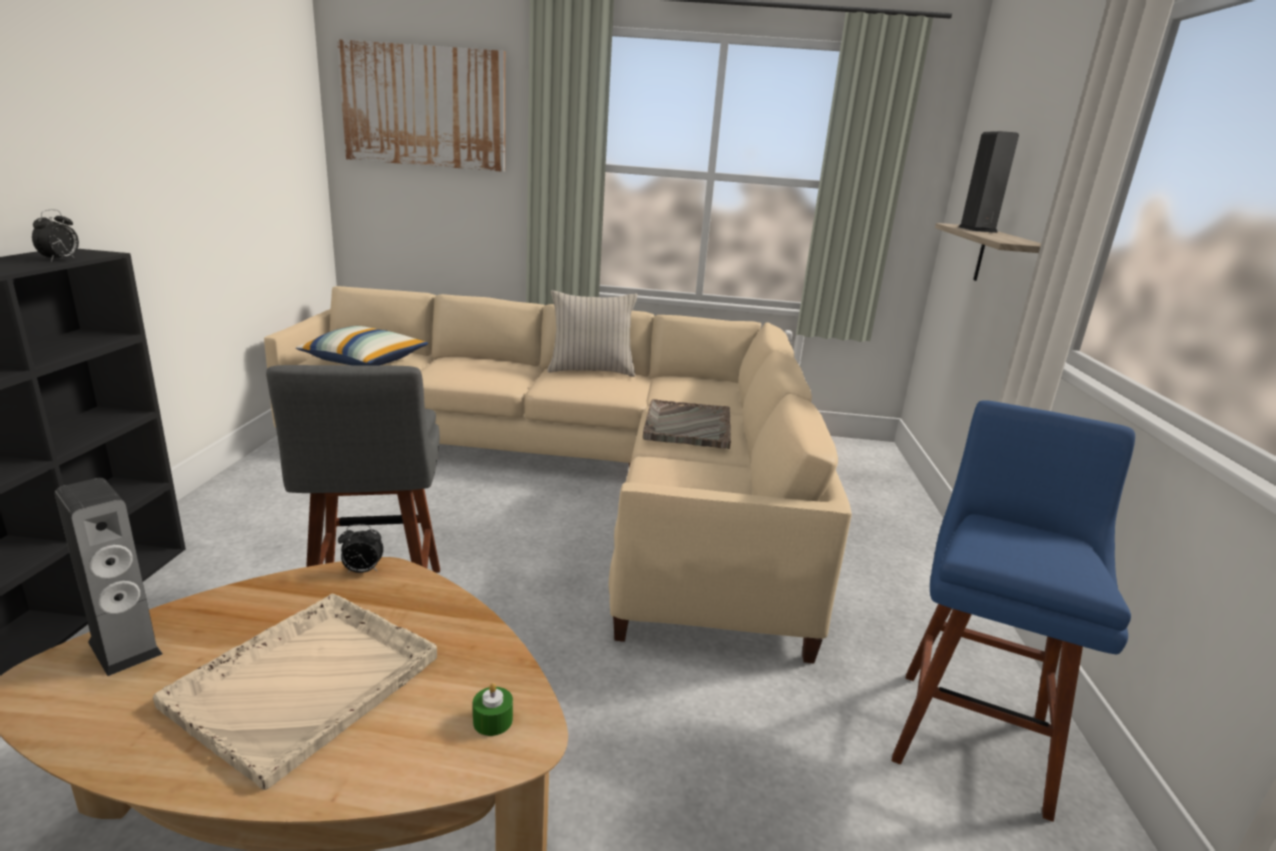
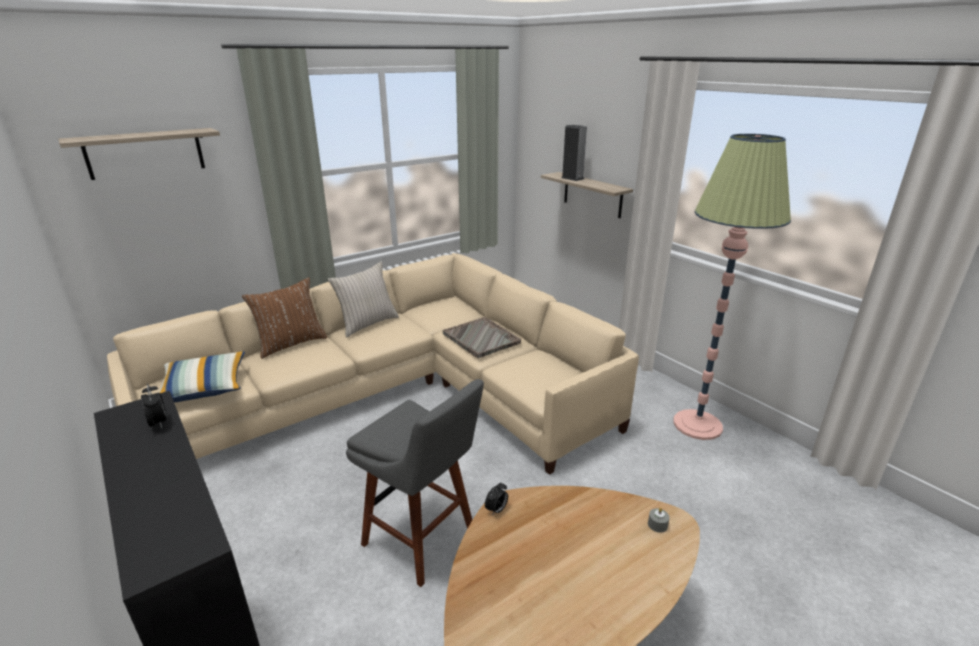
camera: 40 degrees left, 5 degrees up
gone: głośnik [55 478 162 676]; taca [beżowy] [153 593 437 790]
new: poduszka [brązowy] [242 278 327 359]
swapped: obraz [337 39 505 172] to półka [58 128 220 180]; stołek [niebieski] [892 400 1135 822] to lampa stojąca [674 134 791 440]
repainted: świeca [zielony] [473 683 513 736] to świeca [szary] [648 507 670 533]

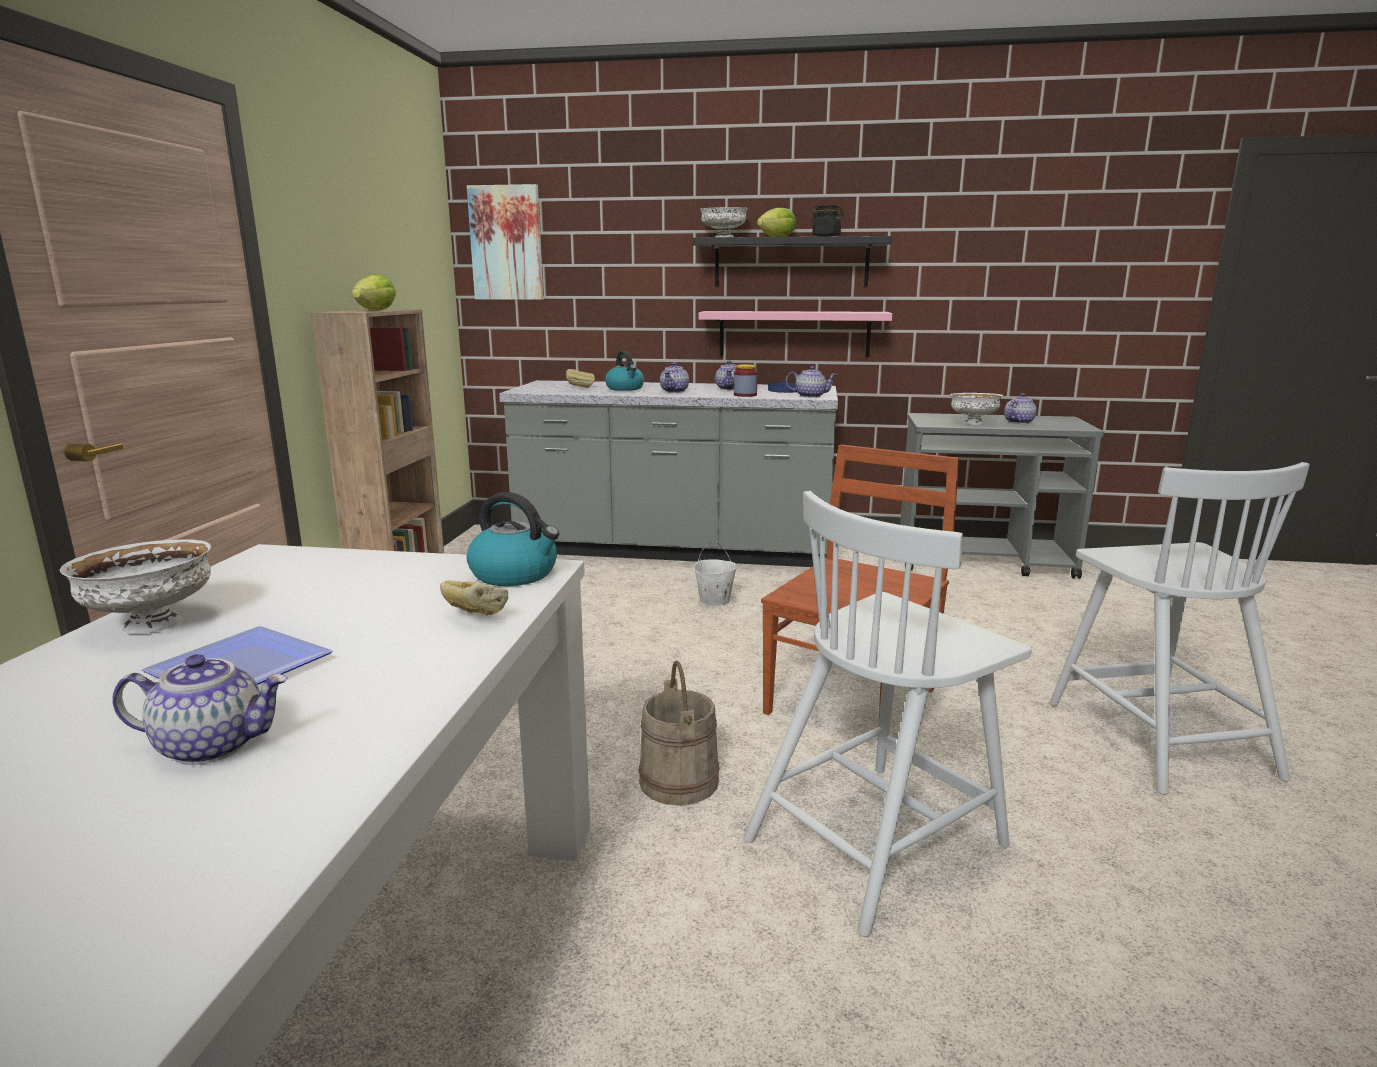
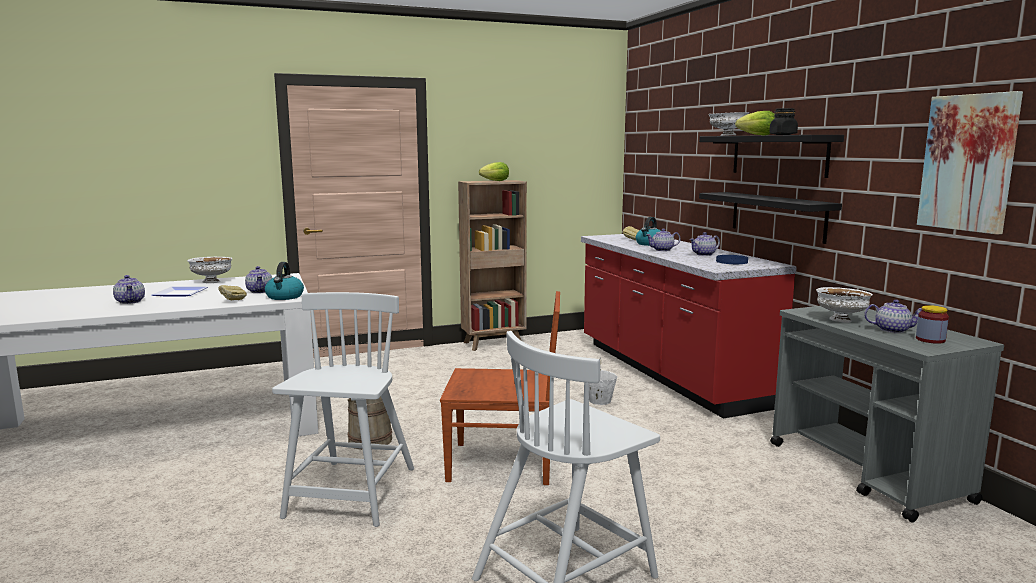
camera: 60 degrees right, 5 degrees down
shifted: imbryk [785 366 837 398] to [245 266 272 293]; słoik [734 364 758 397] to [916 305 949 344]; obraz [467 184 544 300] to [917 91 1023 235]
repainted: zabudowa kuchenna [szary] [499 380 838 567] to zabudowa kuchenna [czerwony] [581 234 797 419]; półka [różowy] [699 311 892 357] to półka [czarny] [699 192 842 244]
rotated: krzesło [biały] [743 491 1031 937] = [272 292 414 527] 75 degrees clockwise

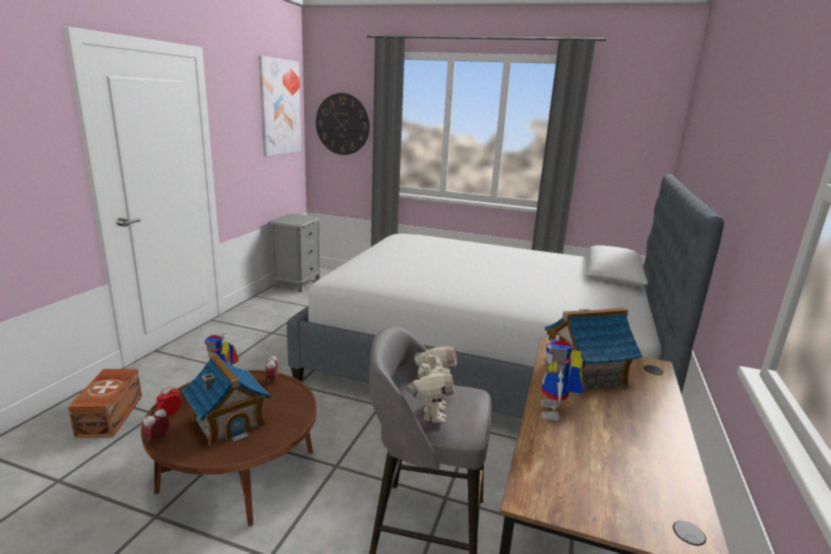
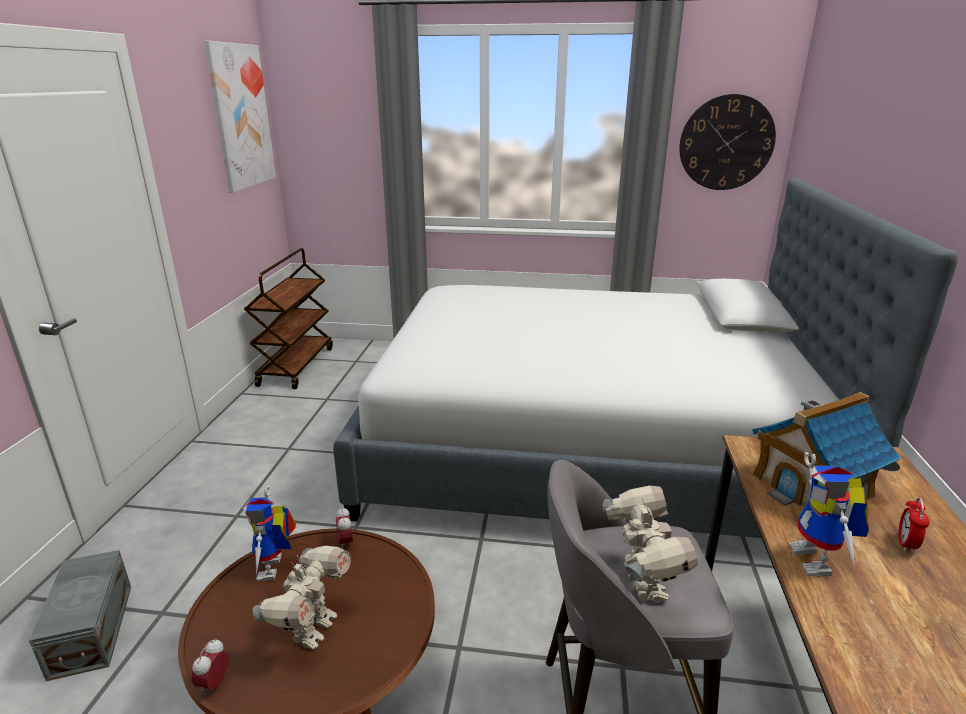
camera: 10 degrees left, 5 degrees up
shifted: zegar ścienny [316 93 370 155] to [679 94 776 190]; budzik [156 386 182 417] to [899 497 930 553]
swapped: szafka nocna [szary] [268 213 321 293] to wózek [brązowy] [244 248 333 389]; domek [182 353 270 446] to robot zabawkowy [253 546 351 649]
repainted: pojemnik do przechowywania [brązowy] [68 369 142 438] to pojemnik do przechowywania [szary] [29 550 131 681]

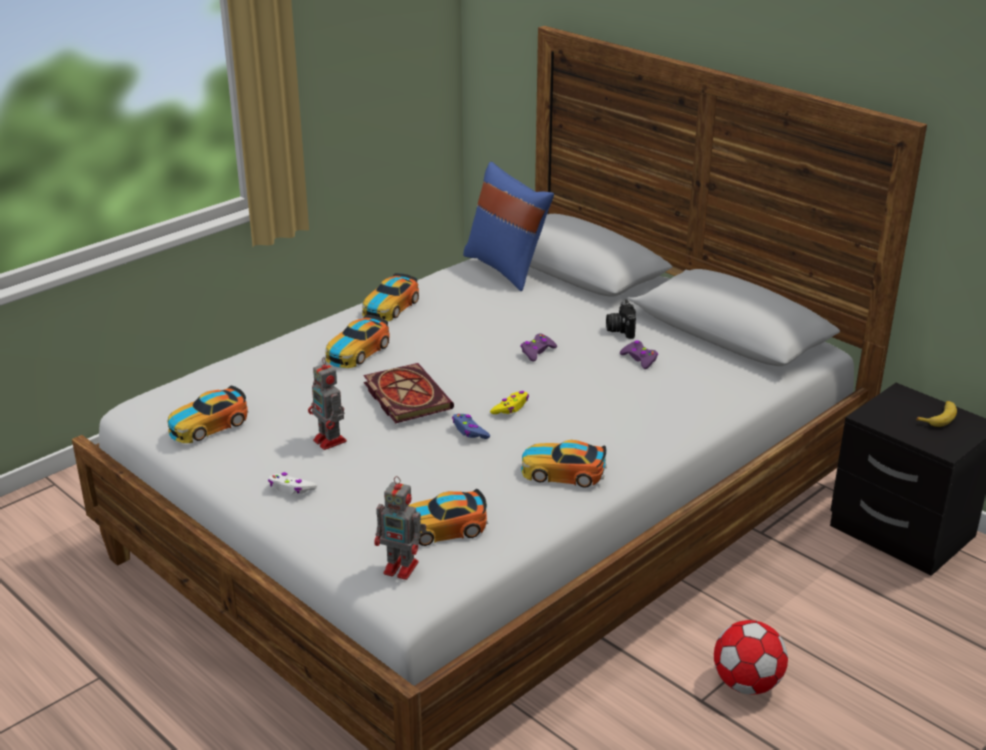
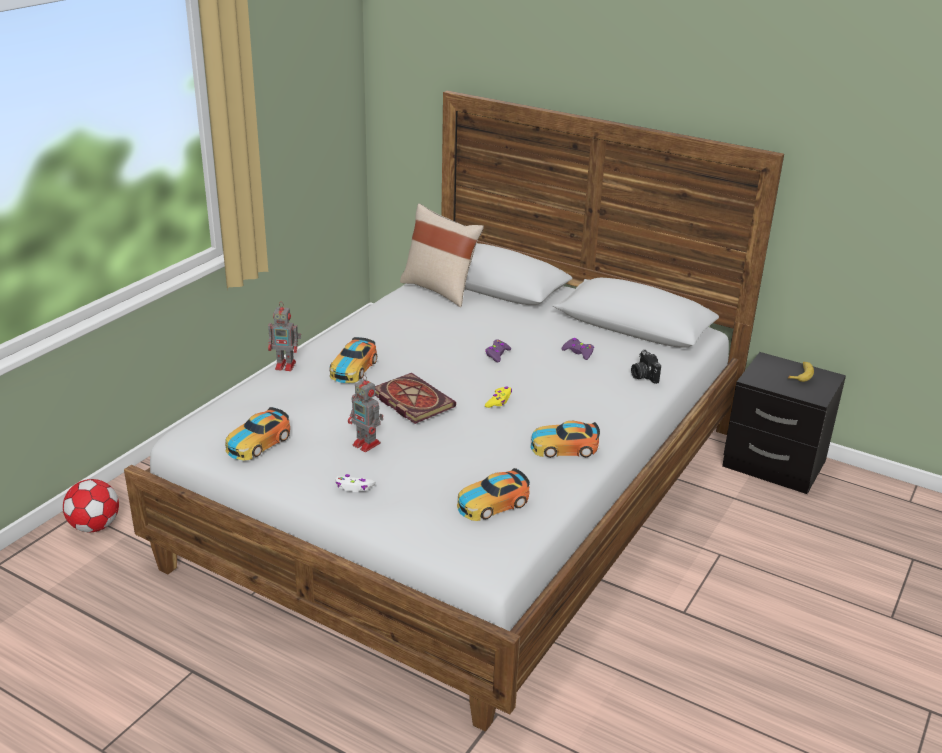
camera: 15 degrees left, 0 degrees up
gone: samochodzik [362 273 419 322]; pad do gier [niebieski] [452 414 490 439]
shifted: piłka futbolowa [714 620 788 695] to [63 479 119 532]; robot zabawkowy [374 476 427 580] to [268 303 301 371]; aparat fotograficzny [606 300 636 339] to [631 350 661 384]
repainted: poduszka [niebieski] [463 162 554 291] to poduszka [beżowy] [400 204 484 307]

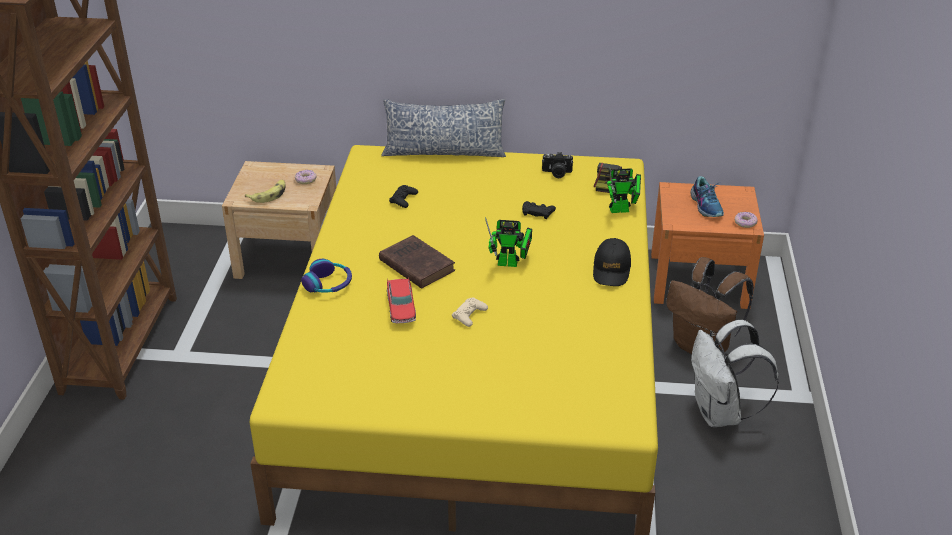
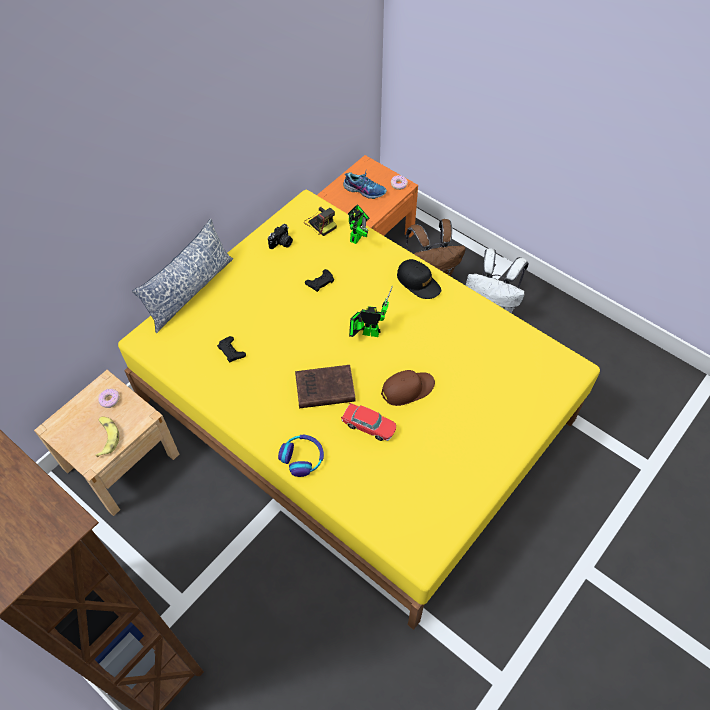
camera: 55 degrees left, 20 degrees up
swapped: pad do gier [beżowy] [452 298 488 327] to czapka z daszkiem [brązowy] [381 370 435 406]
rotated: robot zabawkowy [485 217 532 267] = [349 286 393 337] 120 degrees counterclockwise

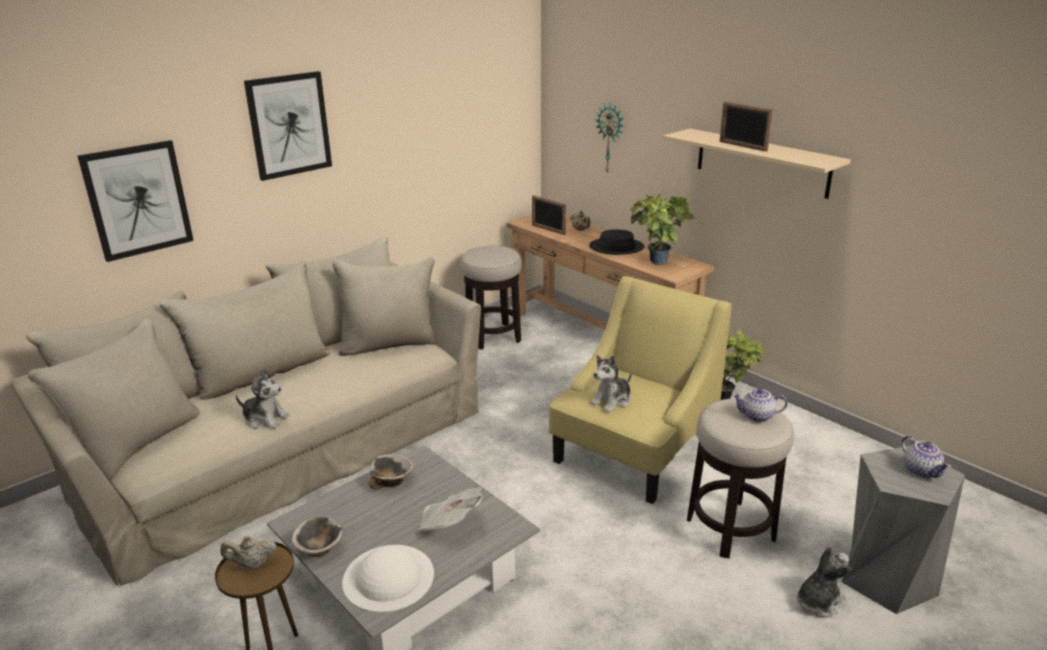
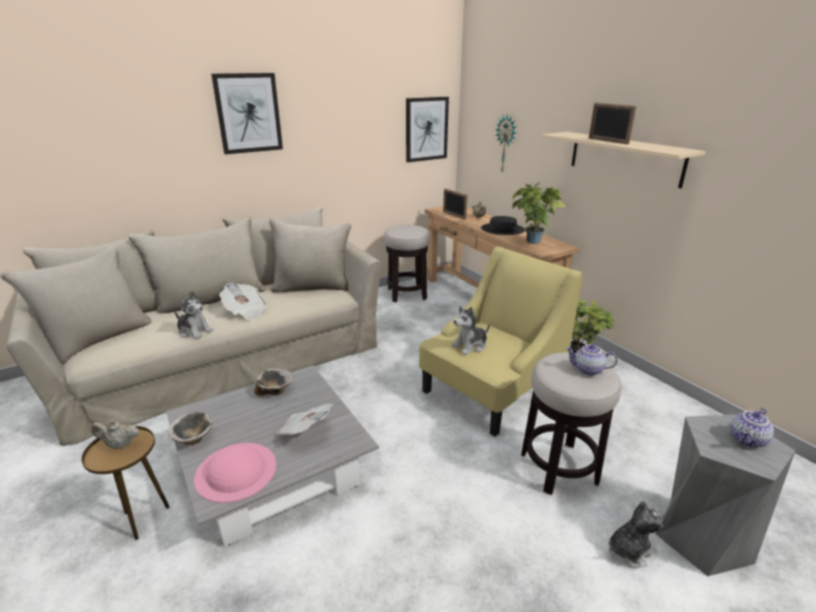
camera: 10 degrees right, 0 degrees up
new: gazeta [219 283 268 321]
shifted: obraz [78 140 194 262] to [406 97 449 162]
repainted: kapelusz [biały] [342 545 434 613] to kapelusz [różowy] [194 443 276 503]
rotated: imbryk [902 435 951 478] = [731 408 774 448] 60 degrees clockwise

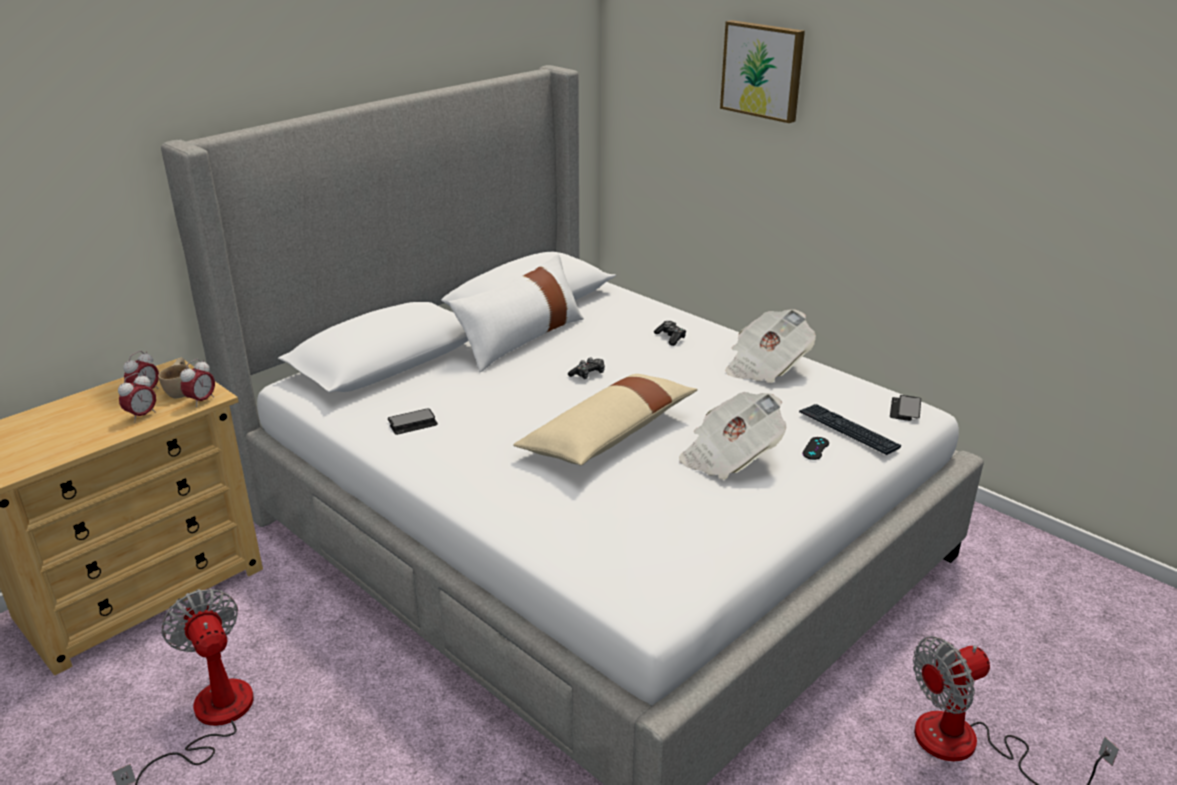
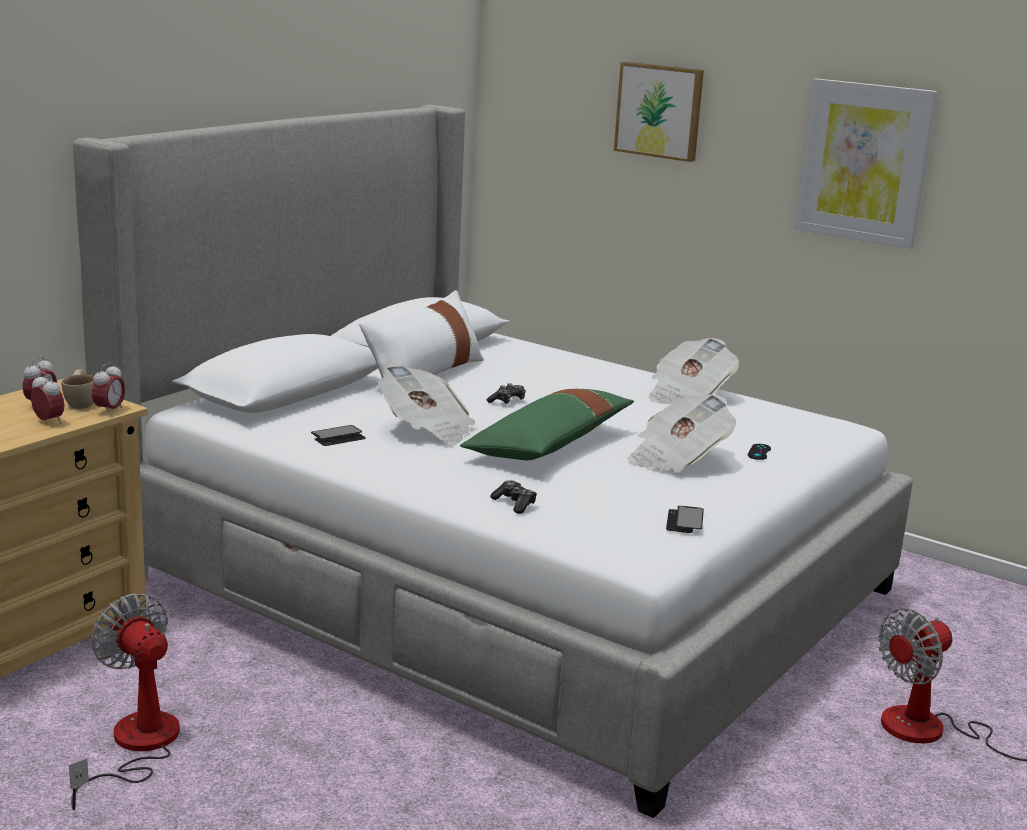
camera: 10 degrees left, 10 degrees down
gone: klawiatura [799 404 901 455]
new: gazeta [378 364 475 445]; obraz [795 78 937 249]
shifted: pad do gier [654 321 686 346] to [490 480 537 514]; telefon [890 395 921 421] to [666 506 704 533]
repainted: poduszka [beżowy] [513 374 697 465] to poduszka [zielony] [460 389 634 460]
rotated: budzik [118 373 156 422] = [31 372 64 424] 75 degrees counterclockwise

